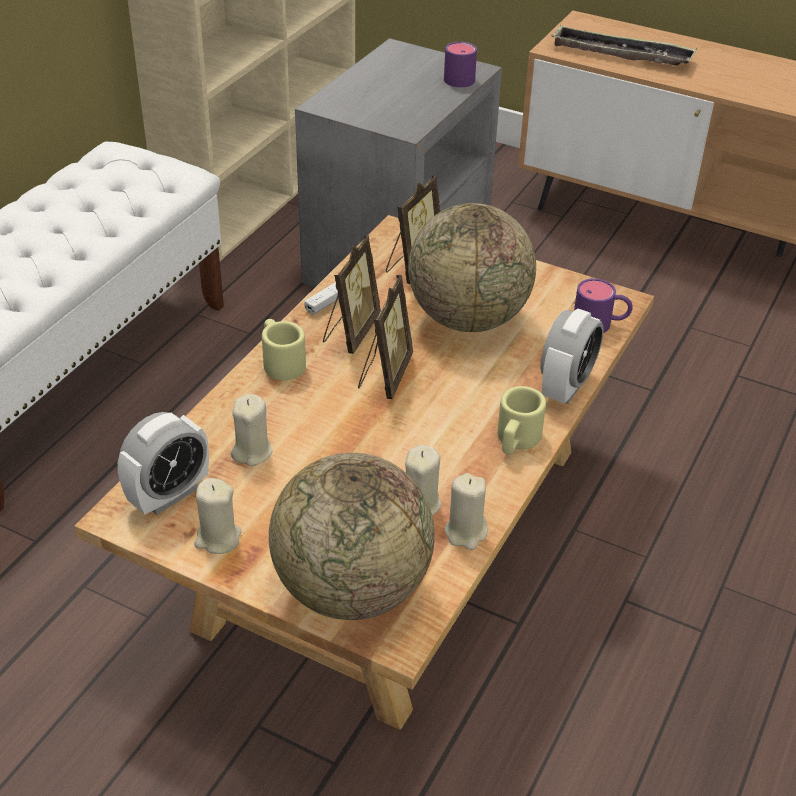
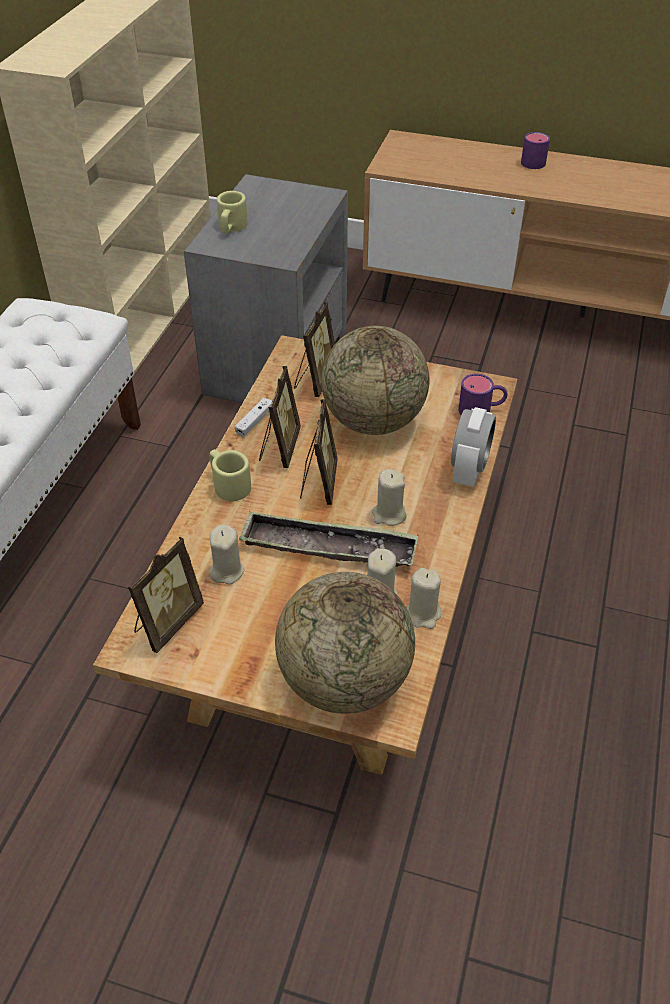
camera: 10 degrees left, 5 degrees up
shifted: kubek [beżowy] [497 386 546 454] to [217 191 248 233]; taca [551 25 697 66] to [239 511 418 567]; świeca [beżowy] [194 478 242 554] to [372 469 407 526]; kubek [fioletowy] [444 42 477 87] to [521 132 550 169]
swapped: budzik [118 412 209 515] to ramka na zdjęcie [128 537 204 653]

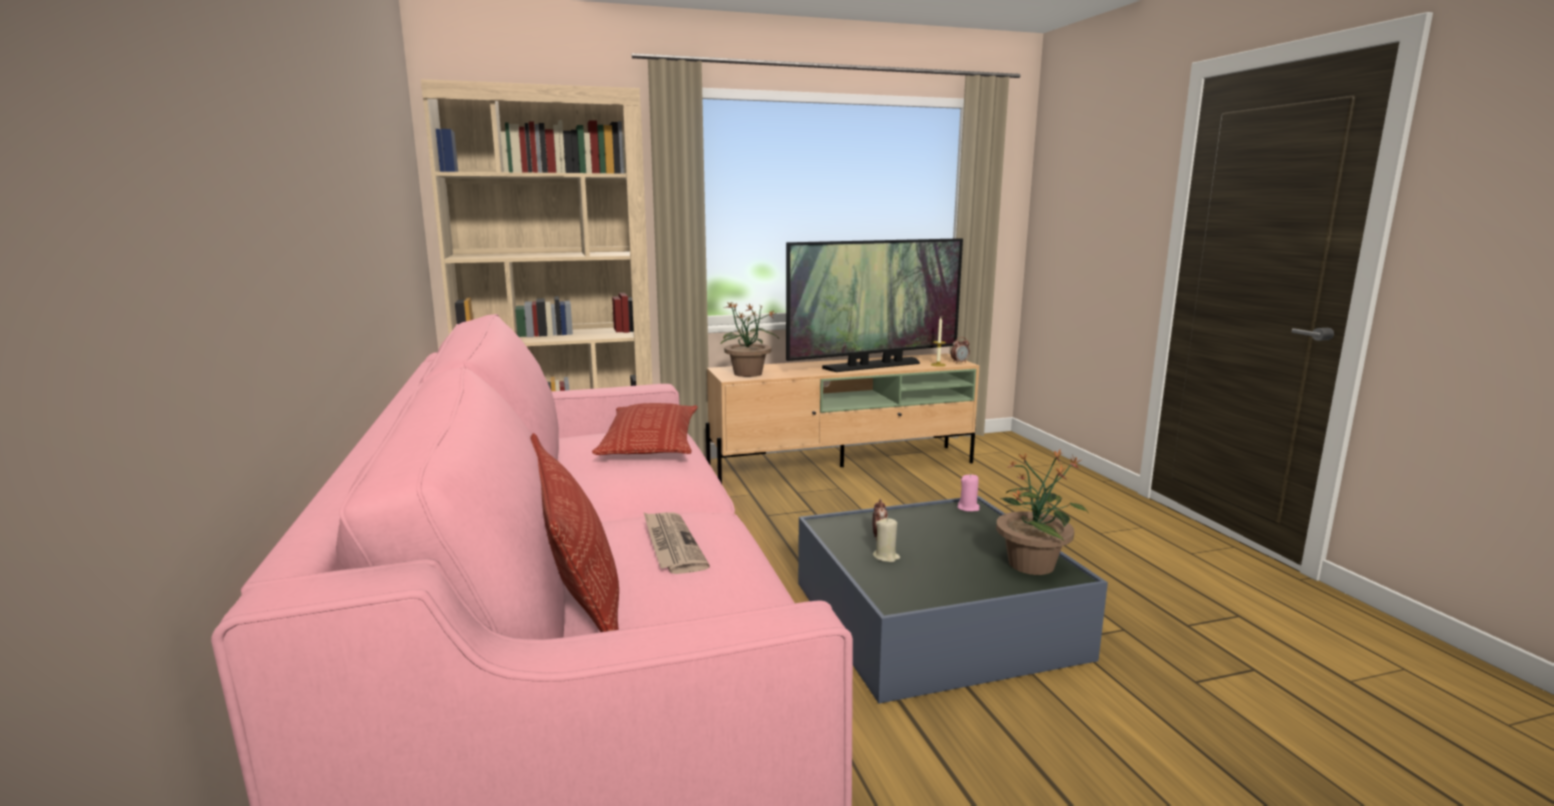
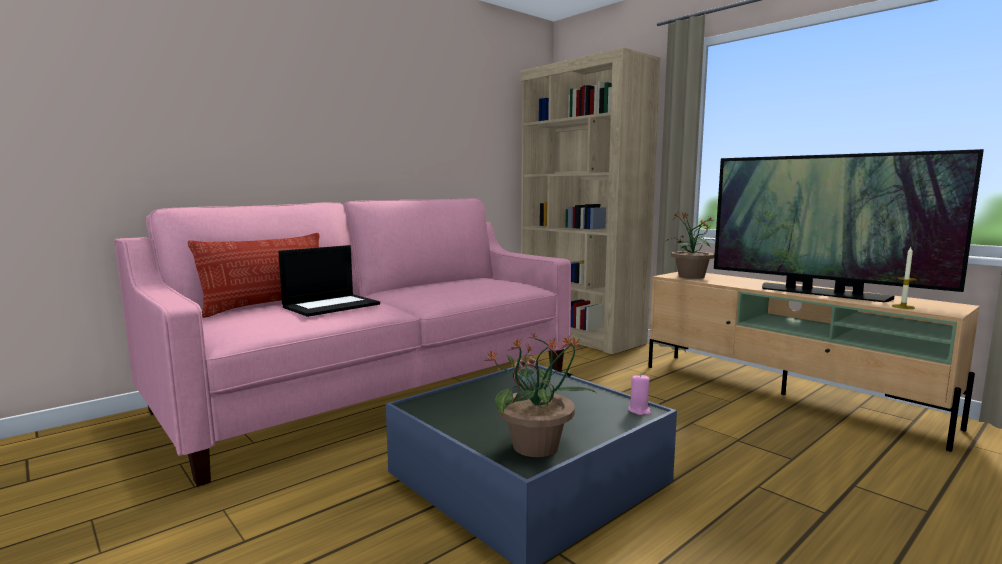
camera: 65 degrees right, 5 degrees down
gone: poduszka [592 403 697 455]; świeca [beżowy] [873 518 900 562]; budzik [951 337 970 363]
swapped: gazeta [644 512 710 574] to laptop [278 245 380 317]

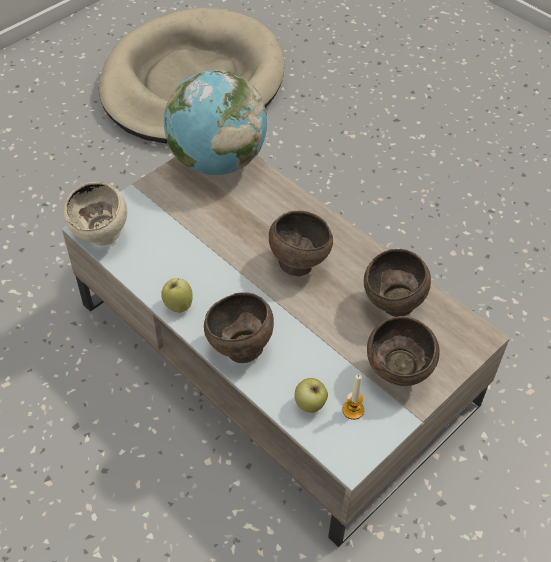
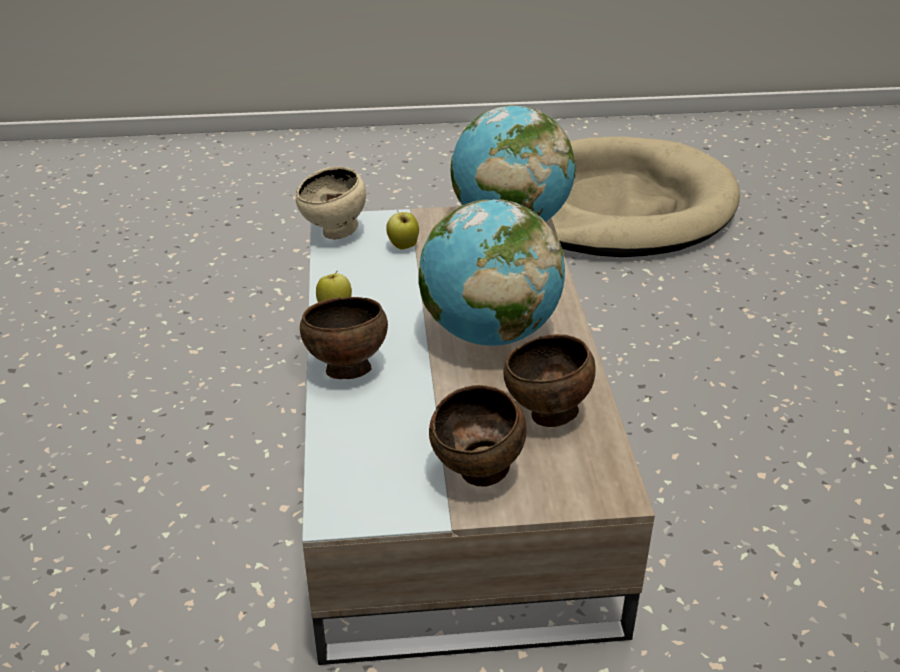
camera: 40 degrees right, 15 degrees down
gone: świeca [342 374 364 420]
shifted: jabłko [294 378 328 413] to [387 210 419 250]
swapped: miska [brązowy] [269 210 333 276] to globus [418 199 565 346]

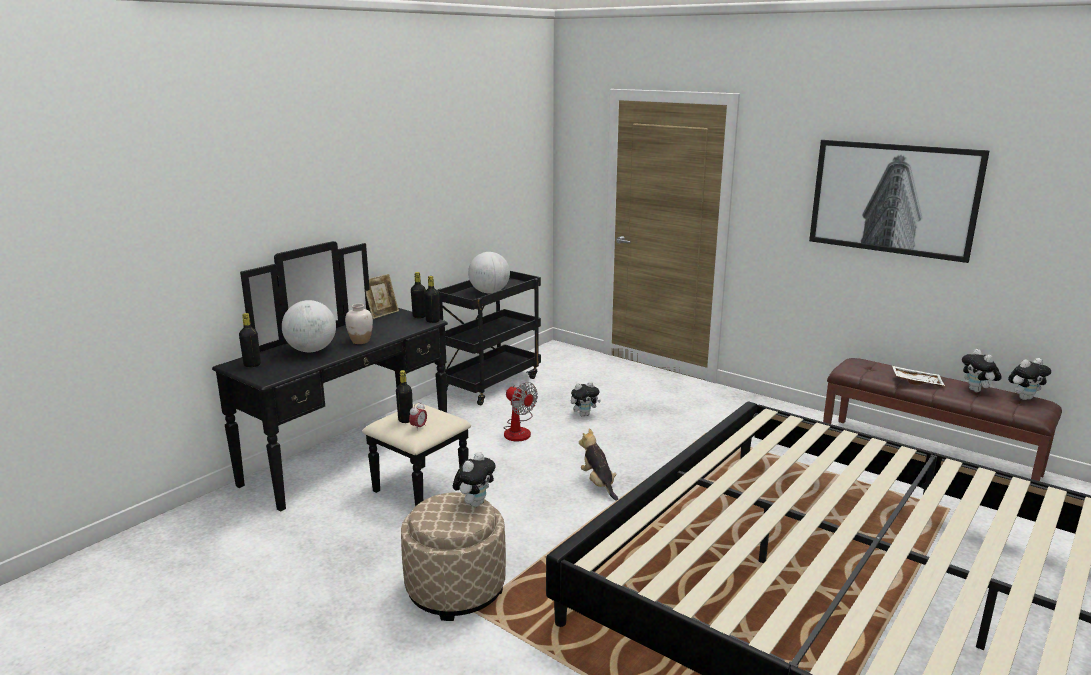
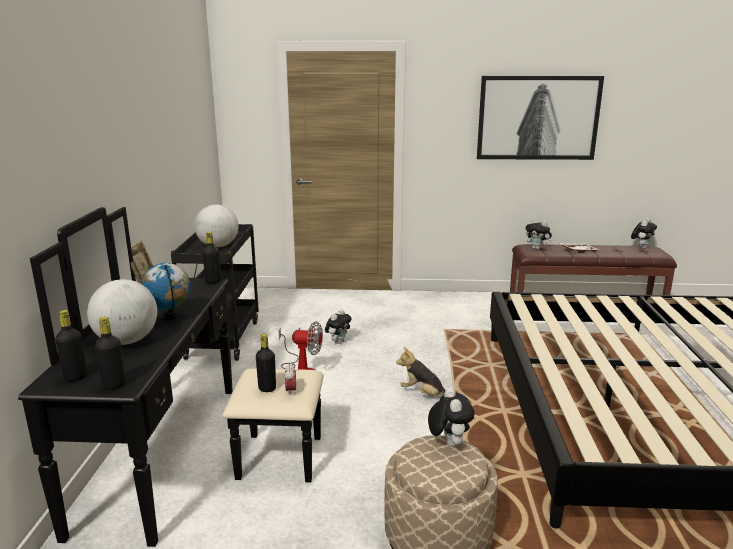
camera: 35 degrees left, 0 degrees up
shifted: butelka [czarny] [411 272 426 318] to [95 317 126 390]; pluszak [962 349 1002 392] to [526 219 552 250]
swapped: wazon [biały] [345 304 373 344] to globus [142 263 190 321]

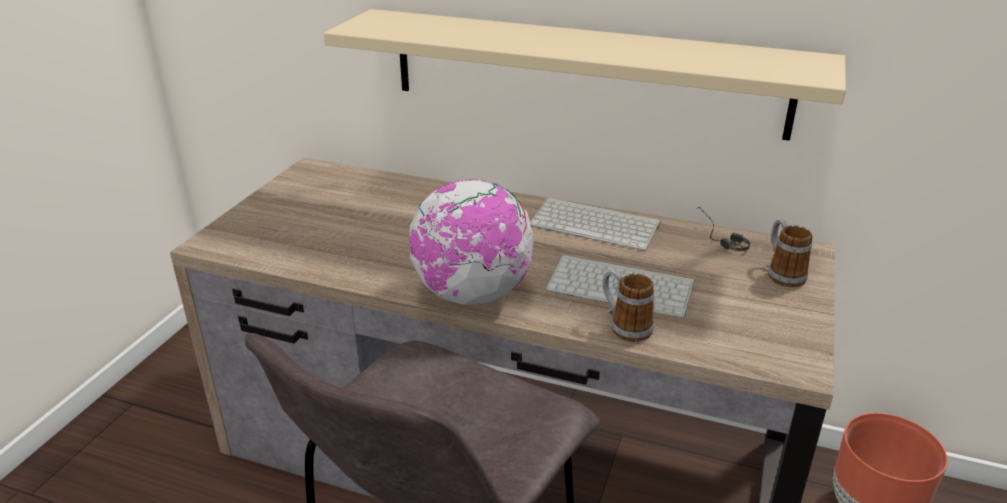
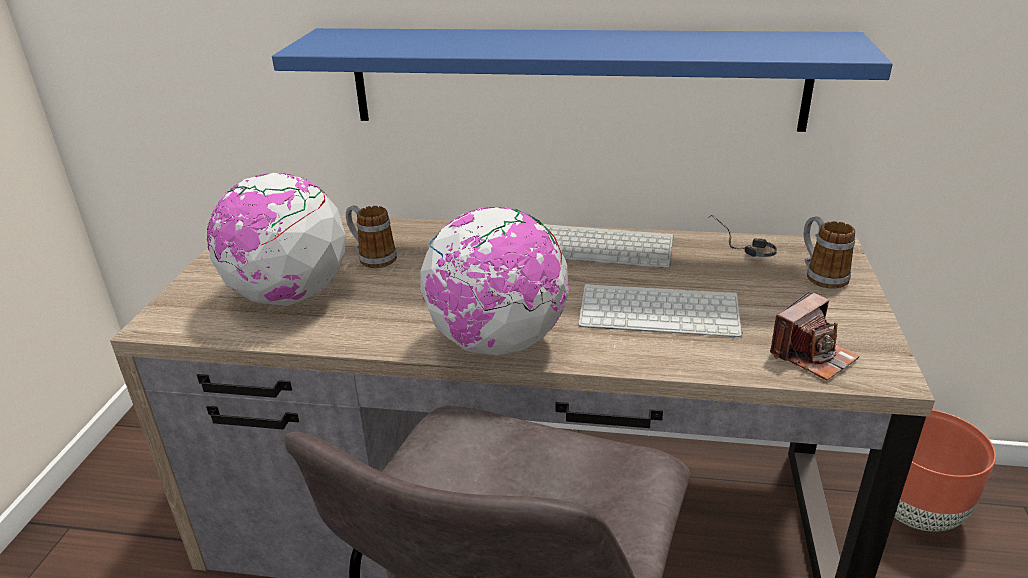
camera: 10 degrees left, 0 degrees up
new: globus [207 173 346 306]; aparat fotograficzny [770 291 860 380]
shifted: kubek [603 269 654 342] to [346 205 397 268]
repainted: półka [beżowy] [324 9 846 141] to półka [niebieski] [272 28 893 132]

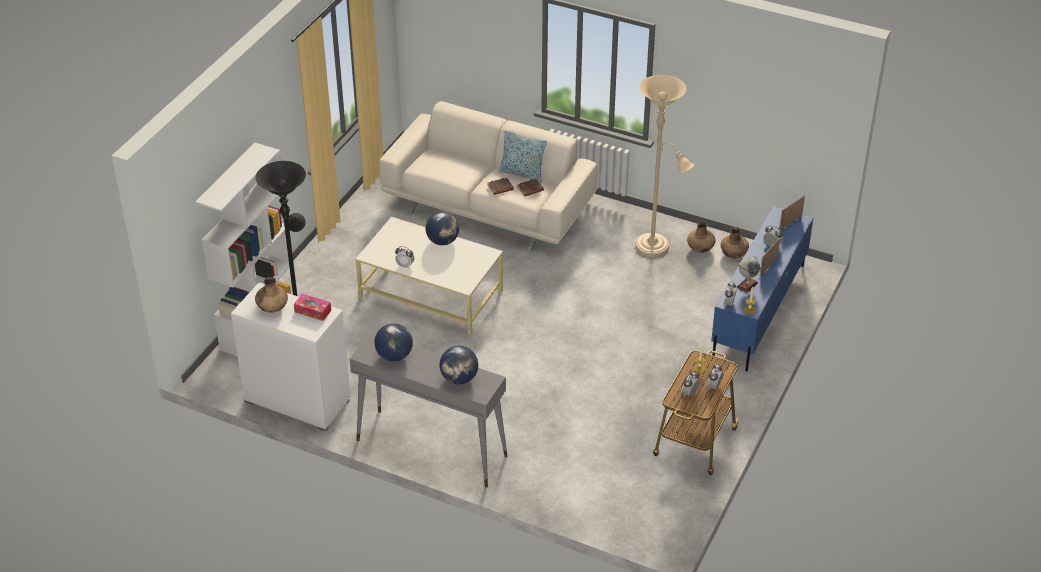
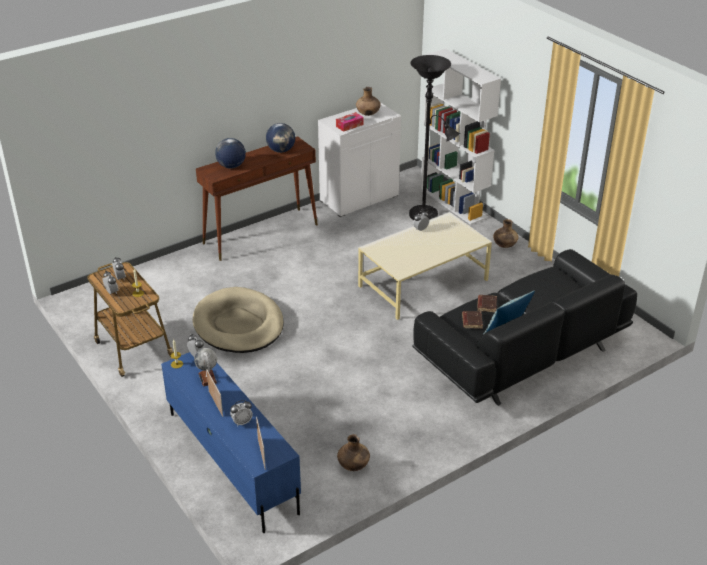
camera: 120 degrees right, 5 degrees down
gone: globus [426 212 459 245]; lampa stojąca [beżowy] [635 75 695 257]
new: legowisko [beżowy] [193 287 284 353]
shifted: wazon [brązowy] [721 227 749 259] to [493 219 519 248]
repainted: stolik konsolowy [szary] [350 332 508 488] to stolik konsolowy [brązowy] [196 136 318 261]; kanapa [beżowy] [379 101 598 252] to kanapa [czarny] [412 249 637 406]

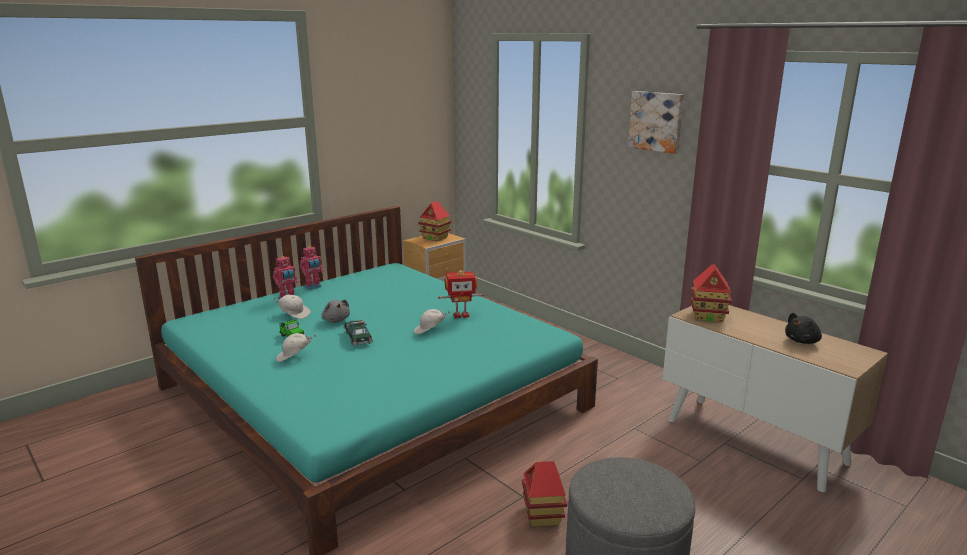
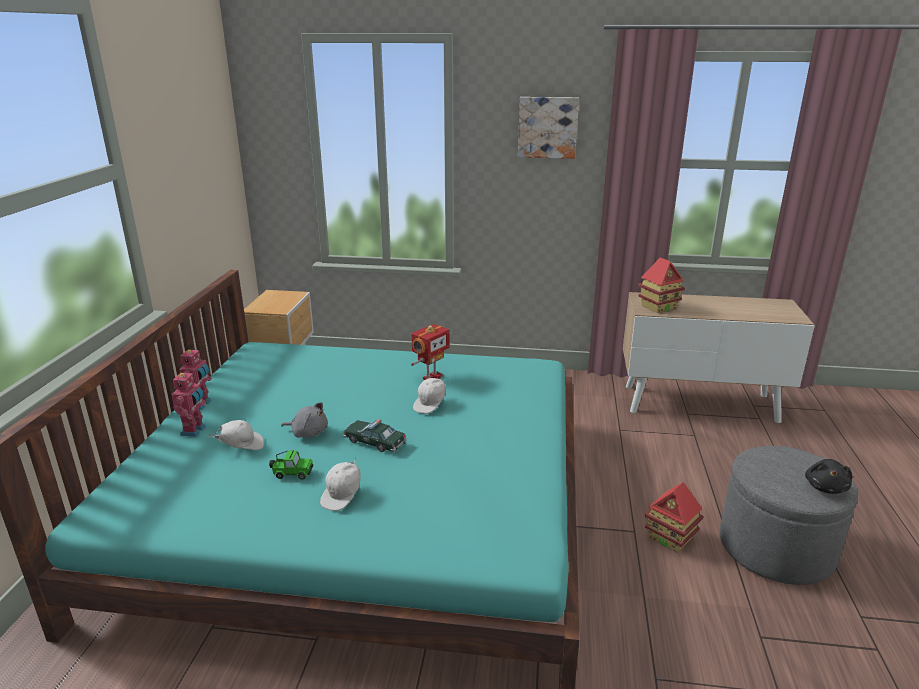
camera: 40 degrees left, 5 degrees up
gone: domek [418 201 451 241]
shifted: pluszak [czarny] [785 313 822 344] to [805 459 852 494]

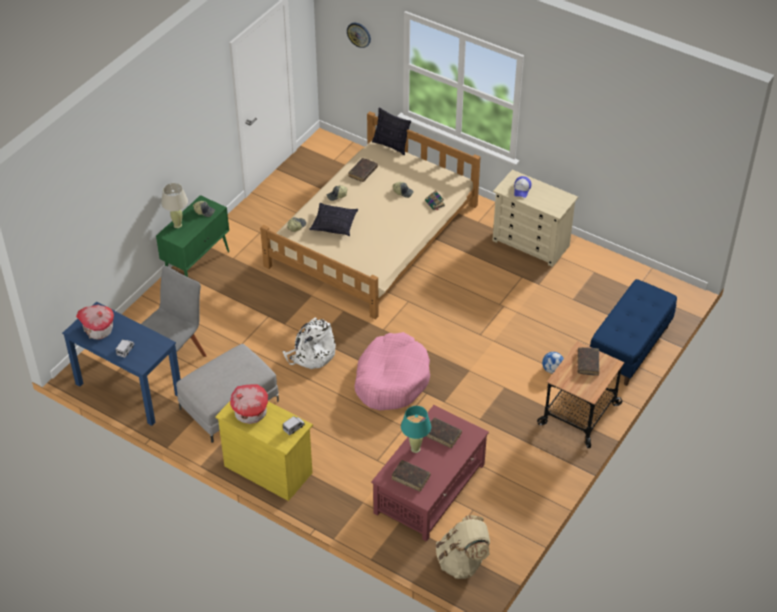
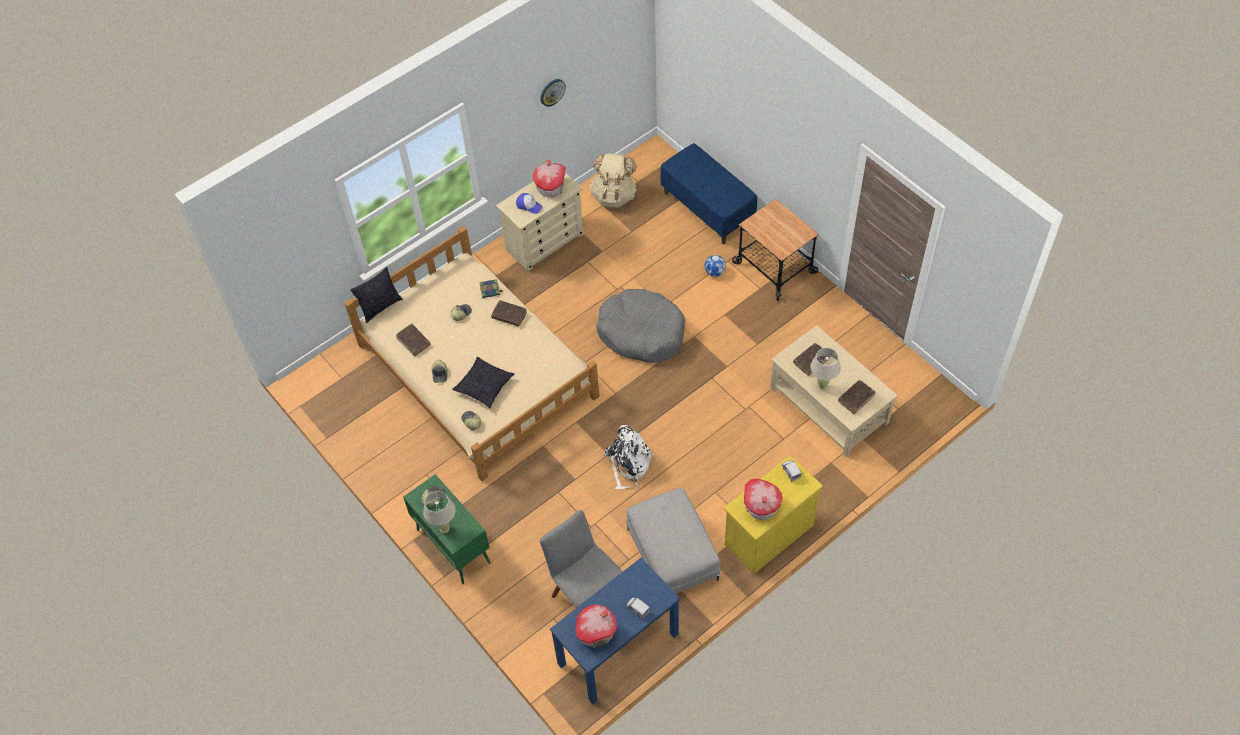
camera: 70 degrees left, 10 degrees up
gone: legowisko [różowy] [354 332 430 411]
new: domek [533 160 566 197]; legowisko [szary] [596 289 685 363]
shifted: książka [brązowy] [578 347 599 376] to [491 300 527 327]; zegar ścienny [347 23 371 48] to [540 79 566 107]; plecak [beżowy] [436 515 490 579] to [589 153 637 207]
repainted: ława [czerwony] [371 405 489 542] to ława [beżowy] [770 325 898 457]; lampa stołowa [turkusowy] [401 406 431 453] to lampa stołowa [beżowy] [810 348 841 391]

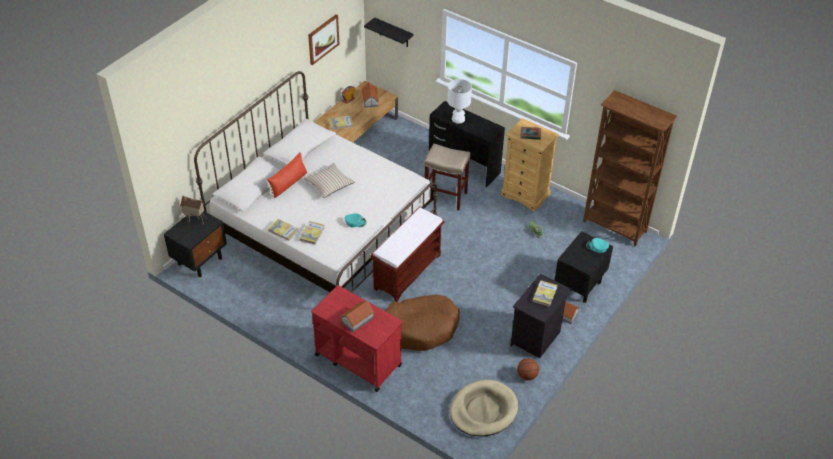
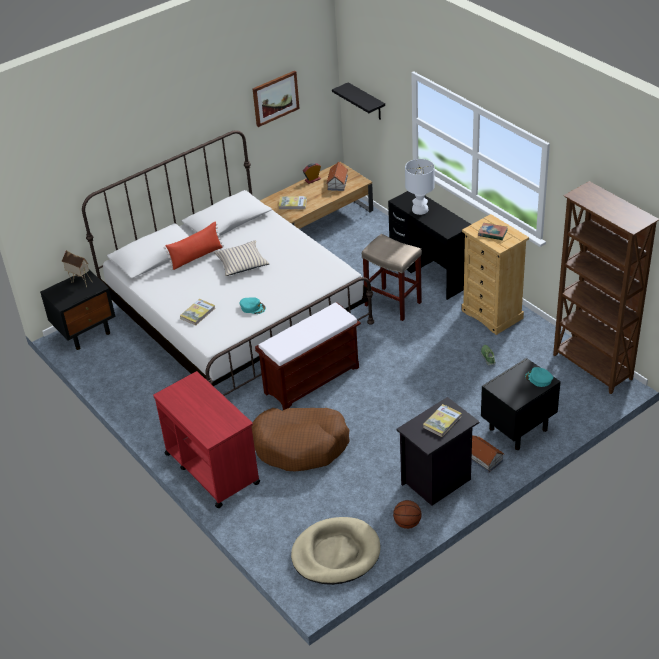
camera: 20 degrees right, 5 degrees down
gone: książka [268 219 299 241]; domek [340 301 374 332]

